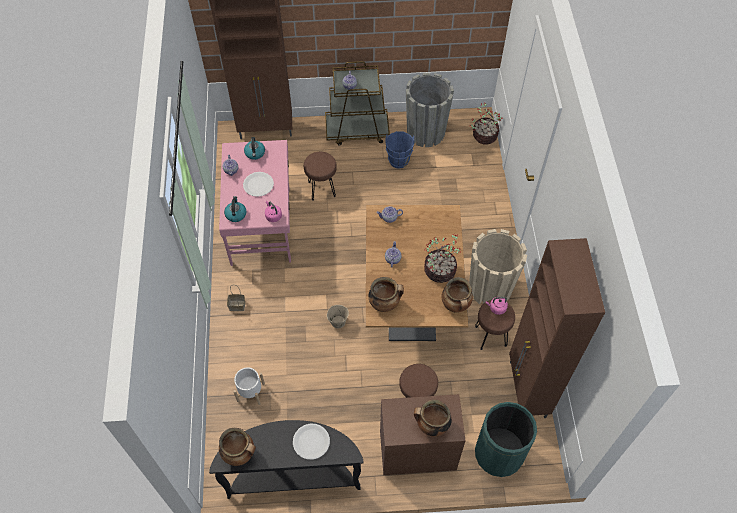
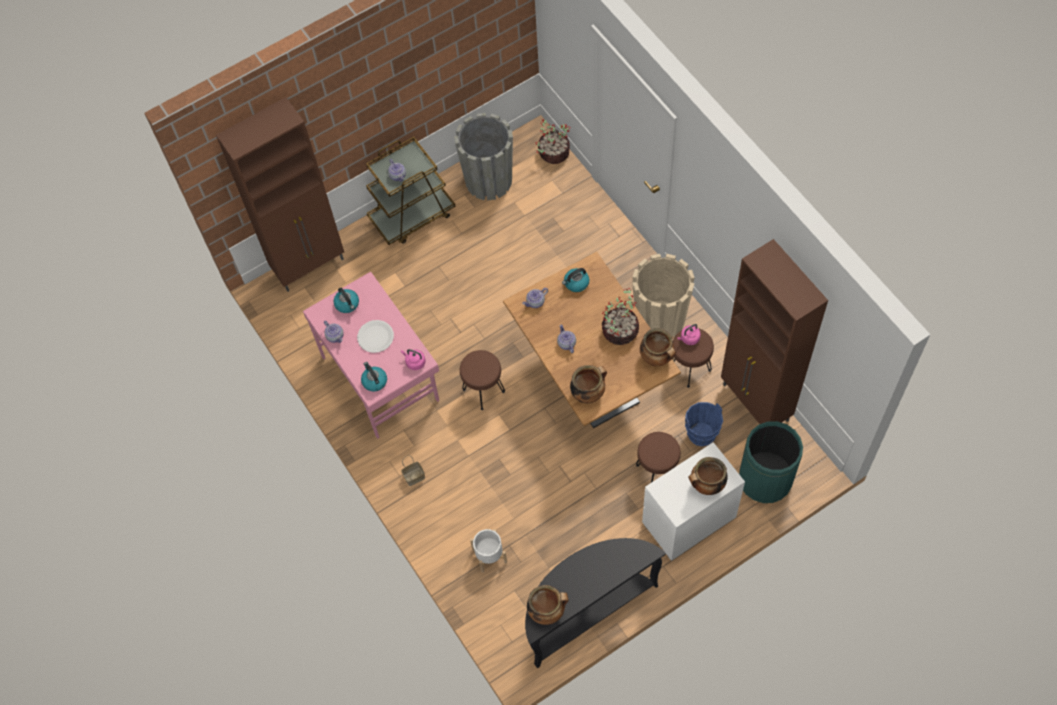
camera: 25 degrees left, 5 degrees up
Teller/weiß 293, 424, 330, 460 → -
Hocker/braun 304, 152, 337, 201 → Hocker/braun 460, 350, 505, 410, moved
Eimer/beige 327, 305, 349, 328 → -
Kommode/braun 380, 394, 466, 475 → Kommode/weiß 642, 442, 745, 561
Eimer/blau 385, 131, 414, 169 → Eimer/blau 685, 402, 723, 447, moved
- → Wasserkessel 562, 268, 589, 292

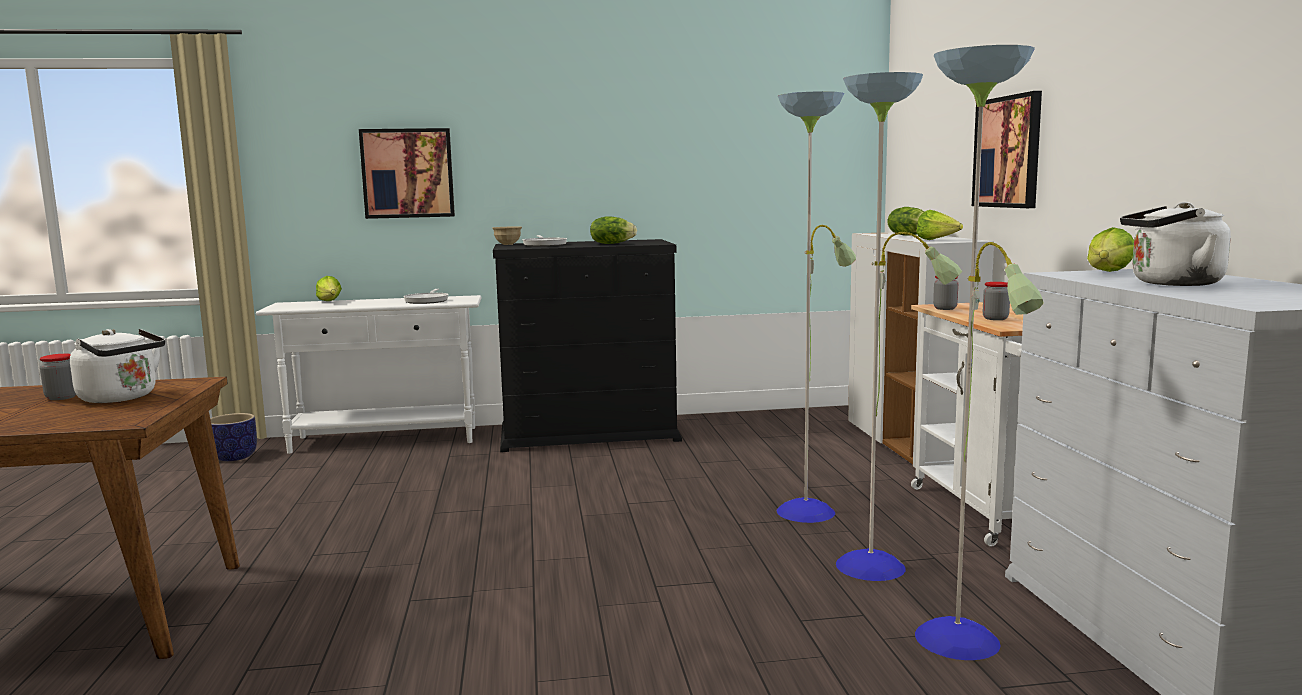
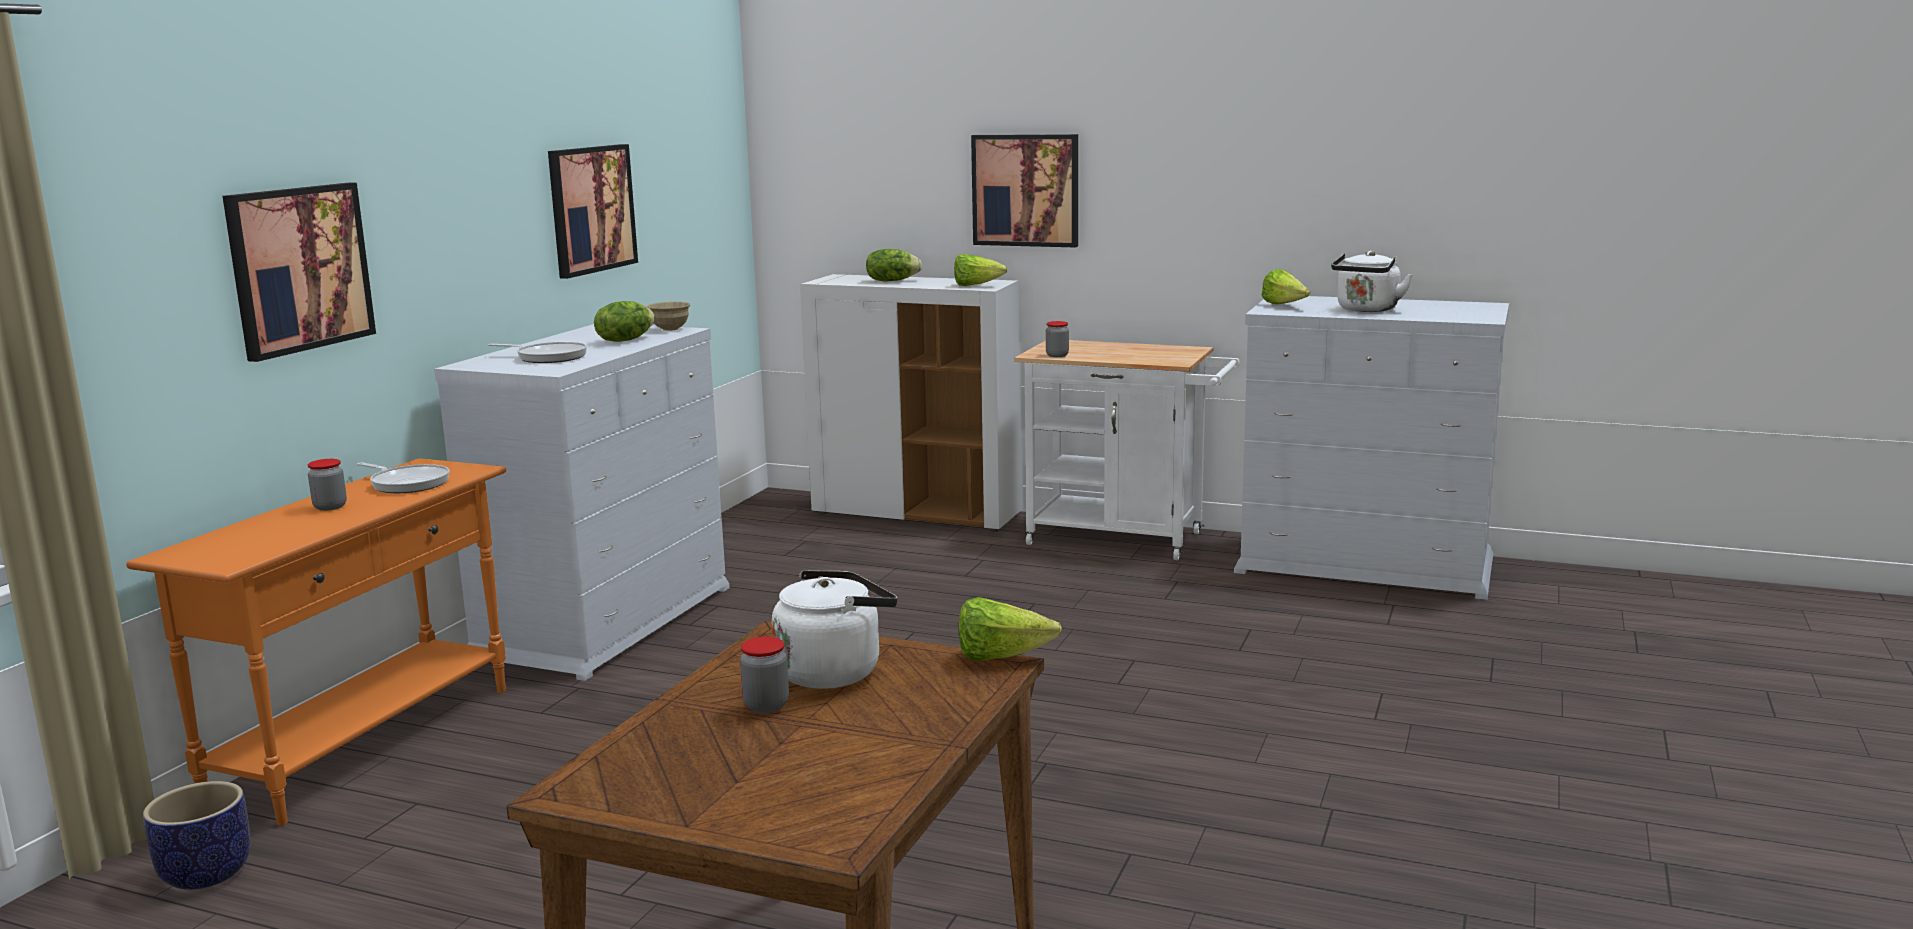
camera: 60 degrees left, 5 degrees up
Konsolentisch/weiß 256, 295, 482, 454 → Konsolentisch/orange 126, 458, 506, 826
Salatkopf 316, 276, 342, 301 → Salatkopf 959, 597, 1062, 661, moved
Schüssel/beige 492, 227, 522, 245 → Schüssel/beige 647, 302, 690, 331, moved
Kommode/schwarz 493, 239, 682, 452 → Kommode/weiß 434, 324, 730, 681
Stehlampe 777, 45, 1044, 660 → -
Vorratsglas 983, 282, 1010, 320 → Vorratsglas 308, 459, 347, 511, moved
- → Bild 548, 144, 638, 279

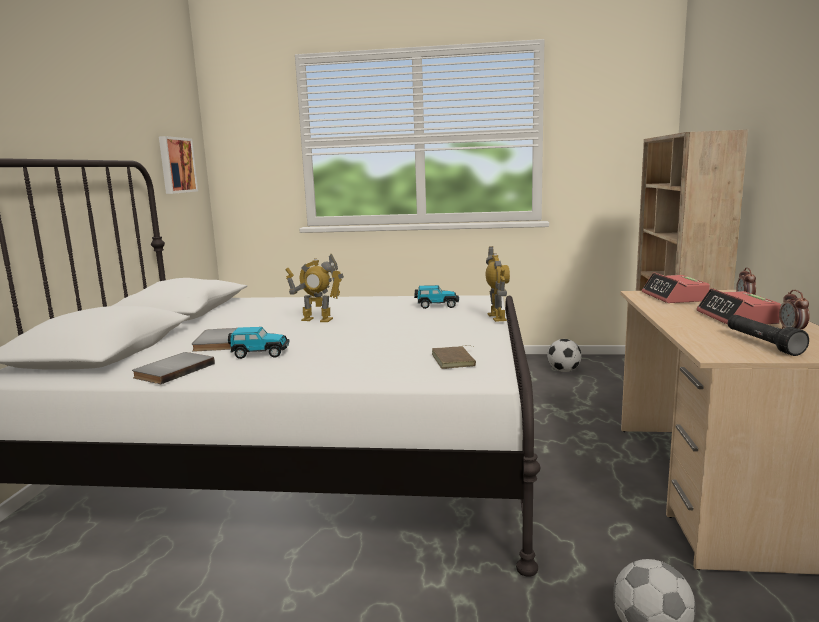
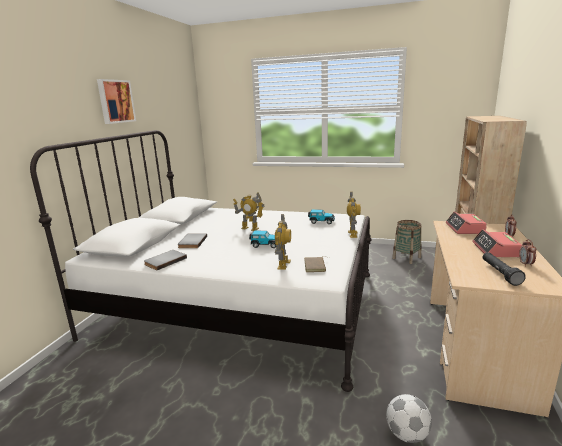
camera: 10 degrees right, 5 degrees up
Bild 159, 136, 198, 194 → Bild 97, 79, 136, 124, moved
Spielzeugauto 228, 327, 289, 359 → Spielzeugauto 249, 231, 276, 248, moved
Fußball 547, 339, 582, 372 → Korb 392, 220, 422, 264
- → Spielzeugroboter 275, 214, 291, 270

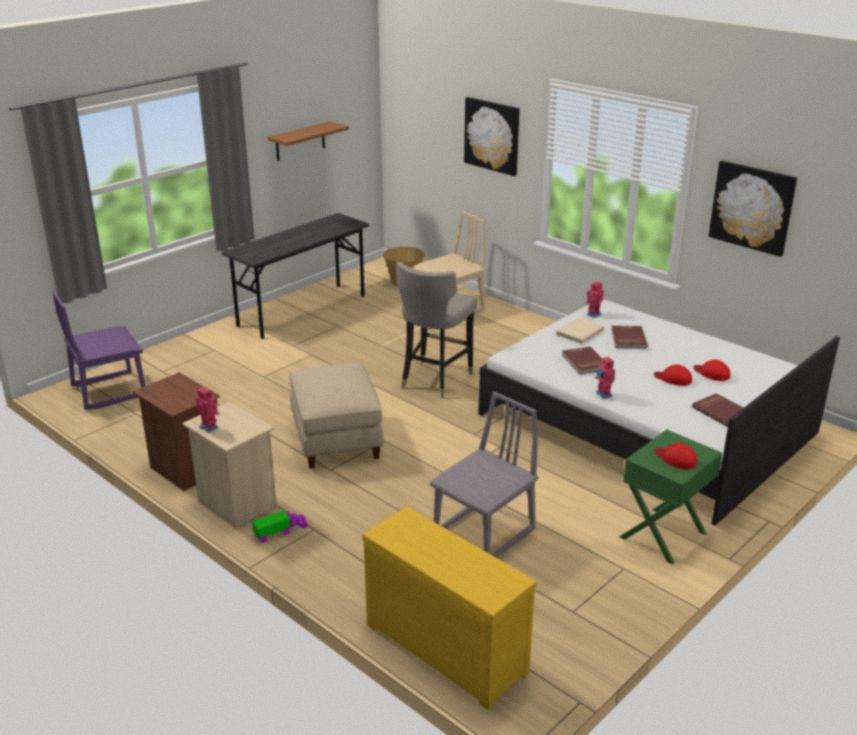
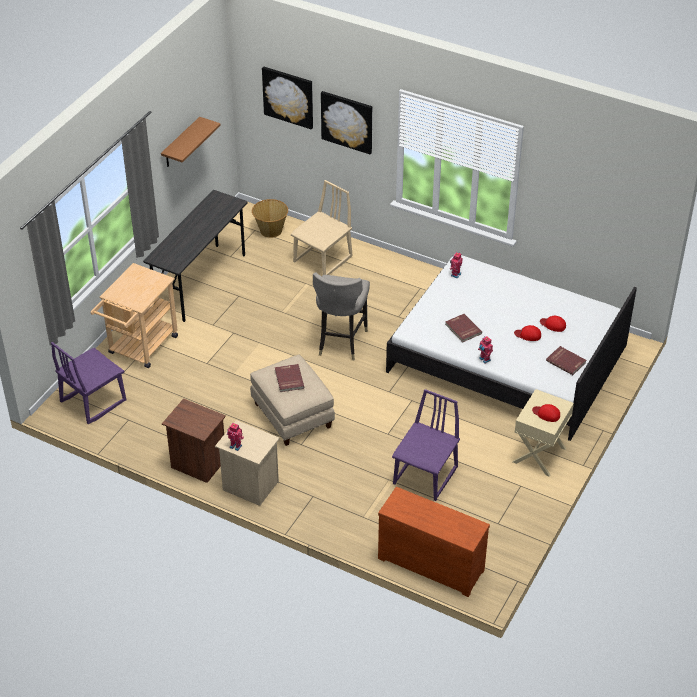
camera: 15 degrees left, 15 degrees up
Spielzeuglaster 252, 510, 308, 543 → -
Kommode/gelb 362, 507, 537, 710 → Kommode/braun 378, 487, 490, 597
Stuhl/grau 430, 392, 538, 558 → Stuhl/lila 392, 389, 460, 501
Buch/beige 556, 318, 604, 344 → -
Buch/rot 611, 325, 647, 349 → Buch/rot 275, 364, 304, 392, moved
Nachttisch/grün 620, 430, 722, 564 → Nachttisch/beige 513, 389, 574, 477
Bild 709, 161, 797, 257 → Bild 262, 66, 313, 129, moved
- → Rollwagen/beige 91, 263, 178, 368

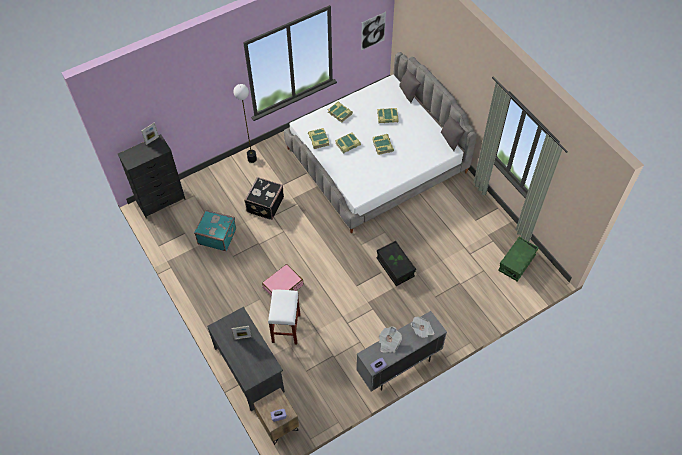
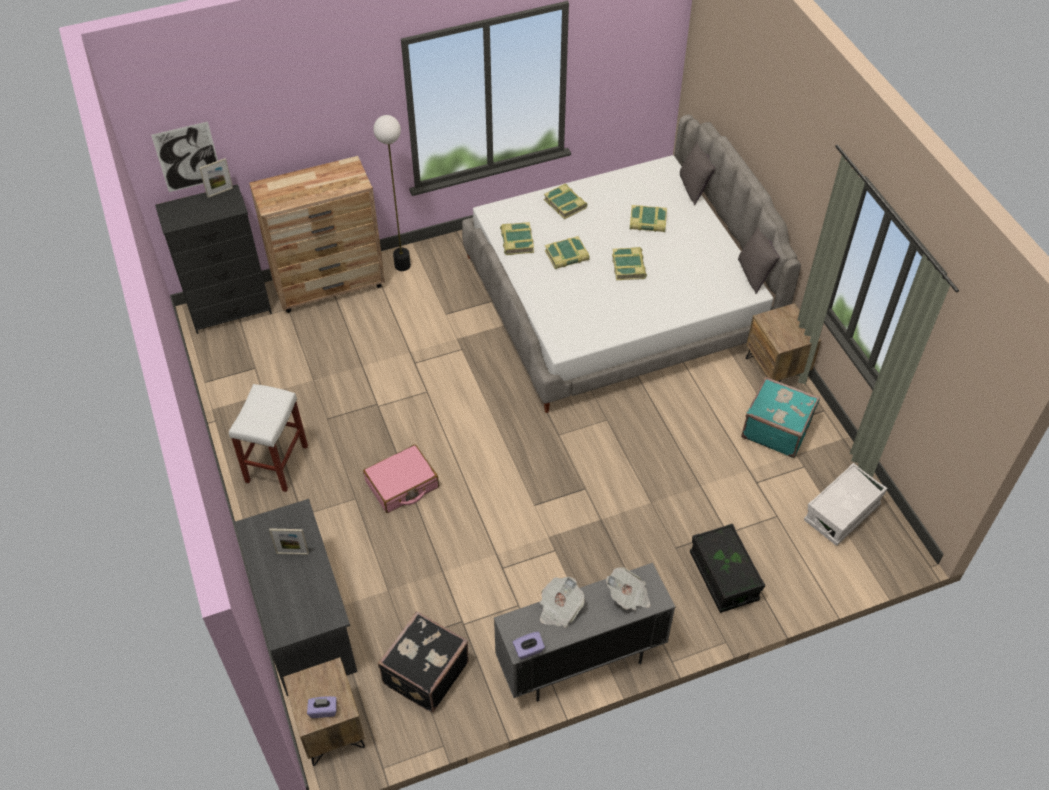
camera: 10 degrees right, 5 degrees down
Koffer/türkis 194, 210, 236, 251 → Koffer/türkis 741, 377, 820, 458, moved
Koffer/schwarz 244, 177, 284, 220 → Koffer/schwarz 378, 611, 469, 713, moved
Hocker/weiß 268, 290, 301, 344 → Hocker/weiß 229, 384, 308, 492, moved
Bild 361, 12, 386, 51 → Bild 151, 122, 218, 192, moved
Aufbewahrungsbox/schwarz 377, 241, 416, 286 → Aufbewahrungsbox/schwarz 690, 524, 765, 613, moved
Aufbewahrungsbox/grün 498, 236, 539, 281 → Aufbewahrungsbox/weiß 804, 463, 887, 546
- → Kommode/braun 249, 156, 385, 313
- → Nachttisch/braun 746, 303, 821, 382

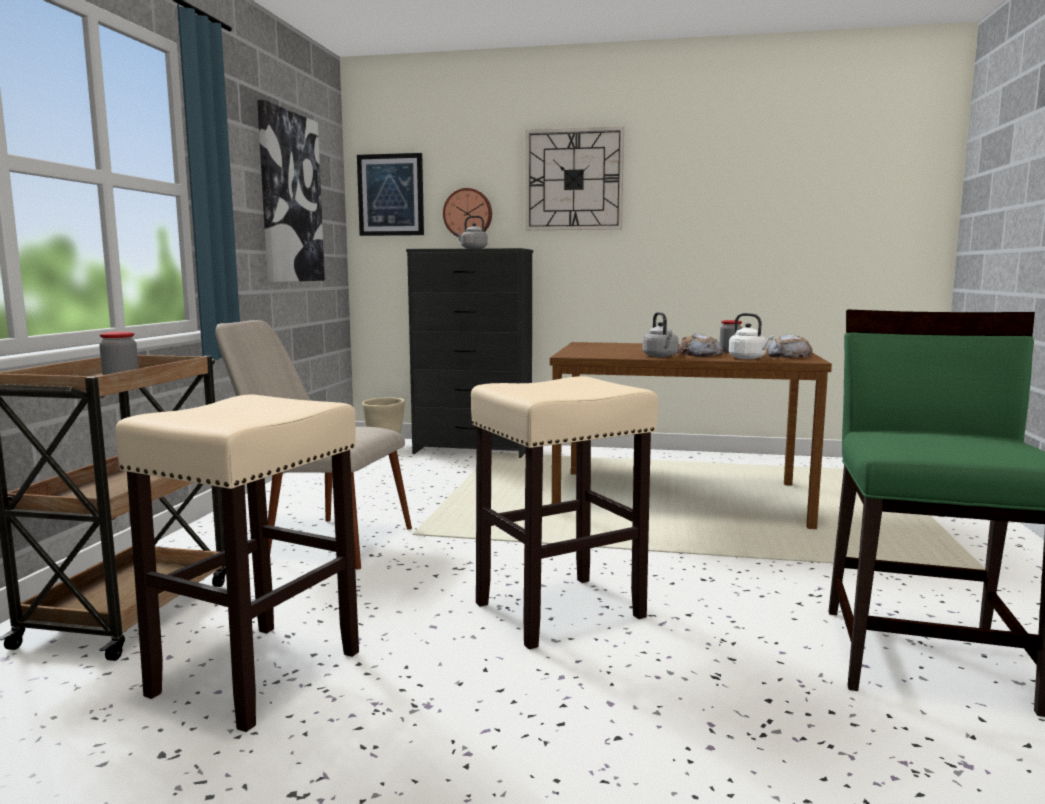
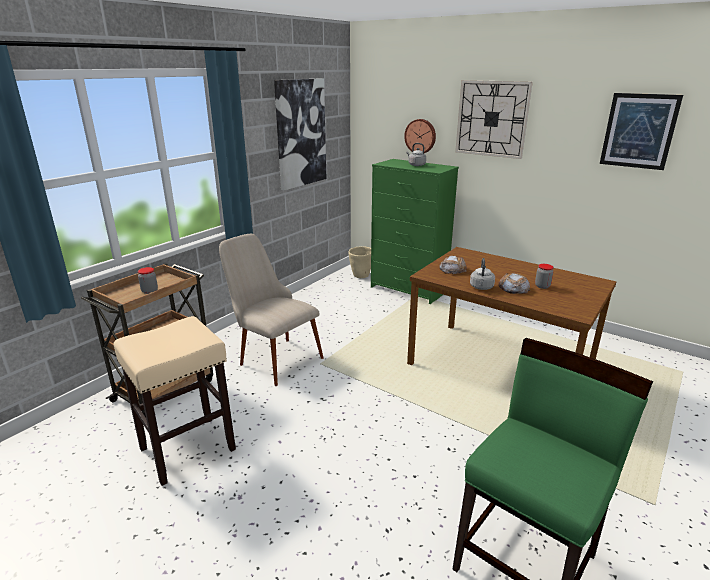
camera: 25 degrees right, 15 degrees up
Bild 357, 153, 424, 236 → Bild 600, 93, 683, 170, moved
Kommode/schwarz 406, 248, 533, 458 → Kommode/grün 371, 159, 459, 304
Hocker/beige 471, 376, 658, 650 → -
Wasserkessel/weiß 729, 313, 774, 359 → -
Brot 768, 334, 813, 358 → Brot 439, 256, 467, 274, moved

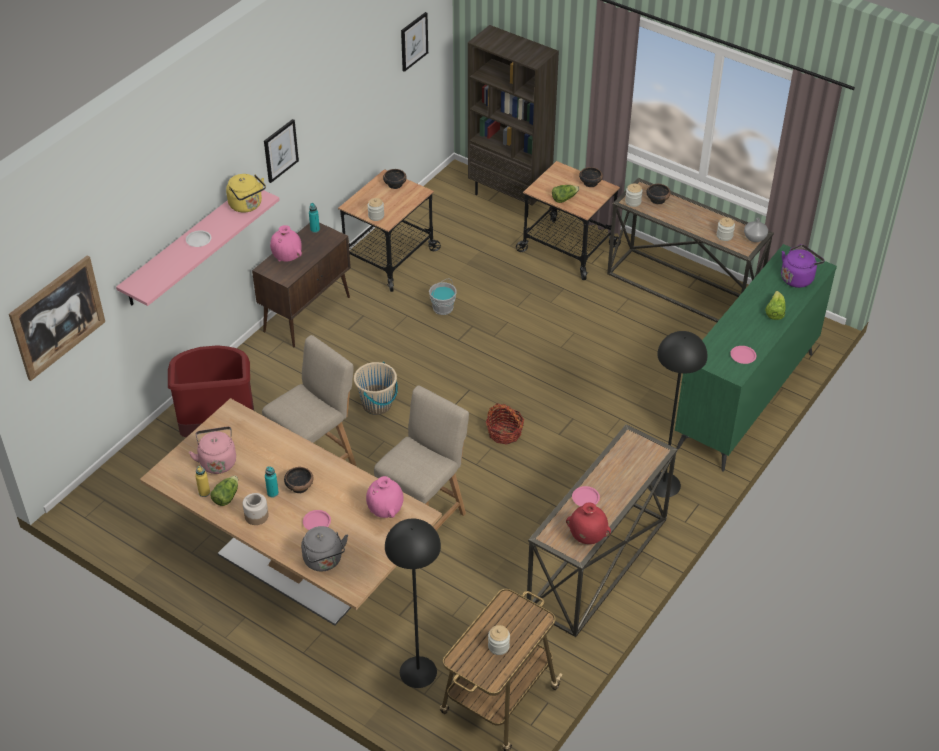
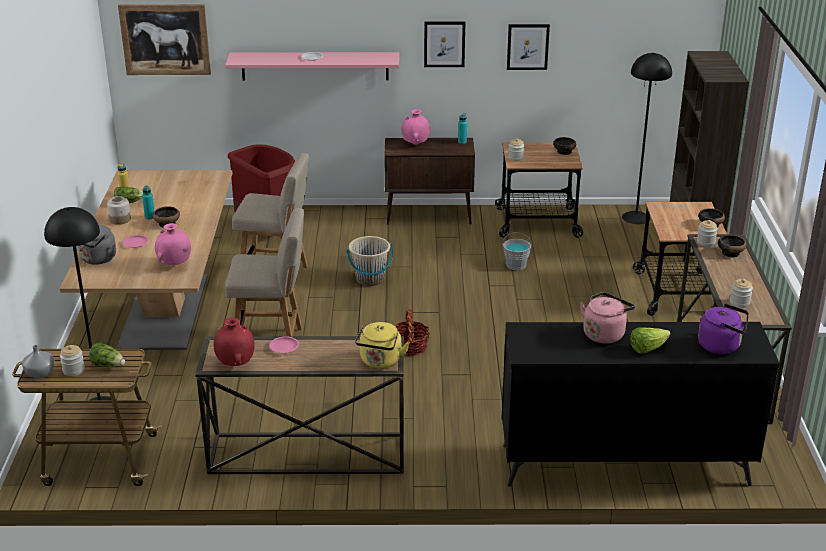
camera: 55 degrees right, 15 degrees down
Wasserkessel/rosa 189, 427, 236, 474 → Wasserkessel/rosa 580, 292, 635, 344, moved
Wasserkessel/gelb 226, 174, 266, 213 → Wasserkessel/gelb 355, 322, 410, 368, moved
Bild 401, 12, 428, 72 → Bild 507, 24, 550, 70, moved
Salatkopf 552, 185, 579, 203 → Salatkopf 89, 343, 125, 367, moved
Stehlampe/schwarz 648, 331, 707, 498 → Stehlampe/schwarz 622, 53, 672, 224, moved
Kommode/grün 675, 244, 837, 471 → Kommode/schwarz 502, 322, 780, 487
Teller/rosa 730, 346, 756, 364 → -
Vase/grau 744, 218, 768, 242 → Vase/grau 22, 345, 55, 378, moved

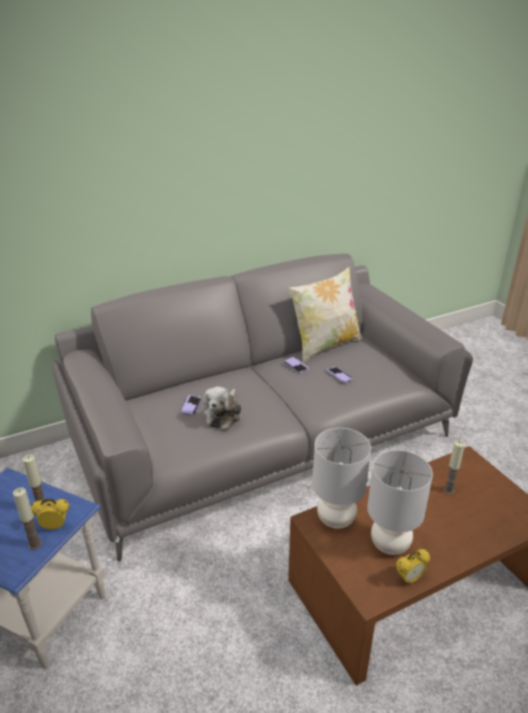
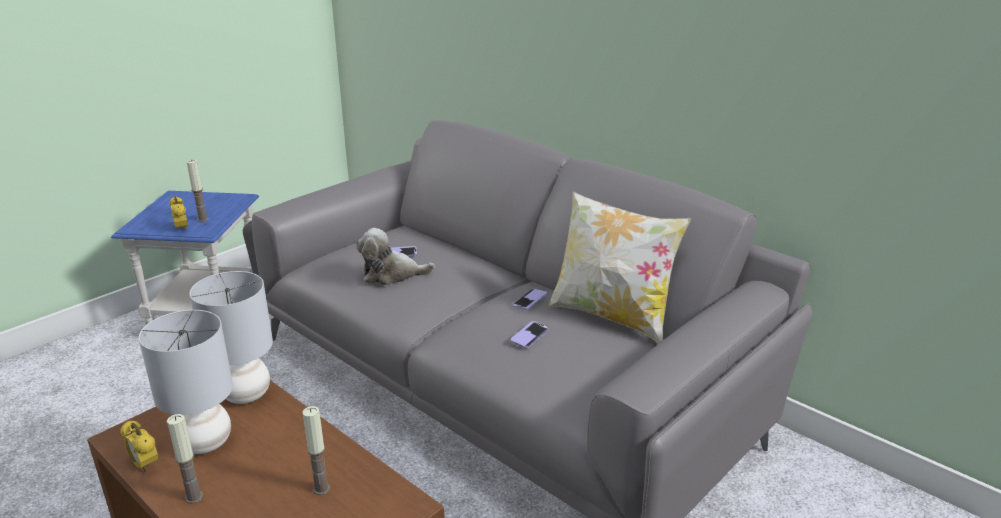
camera: 70 degrees right, 5 degrees down
Kerze 13, 488, 42, 550 → Kerze 167, 414, 203, 504, moved

